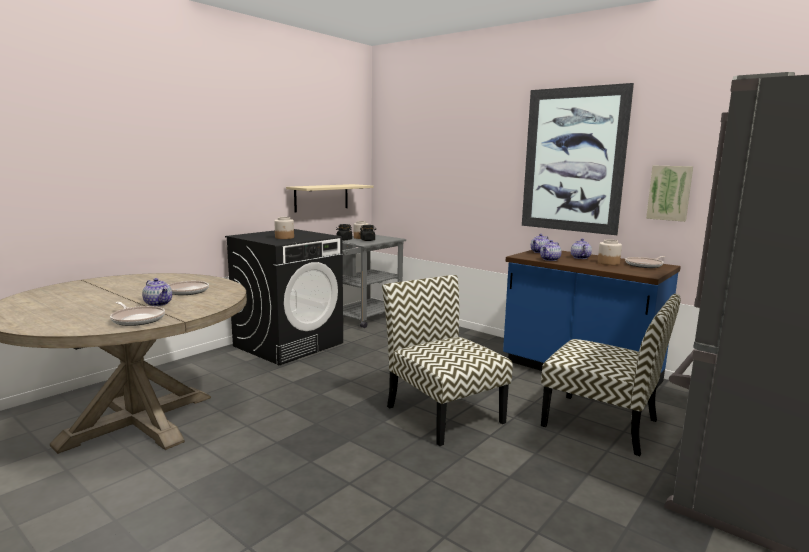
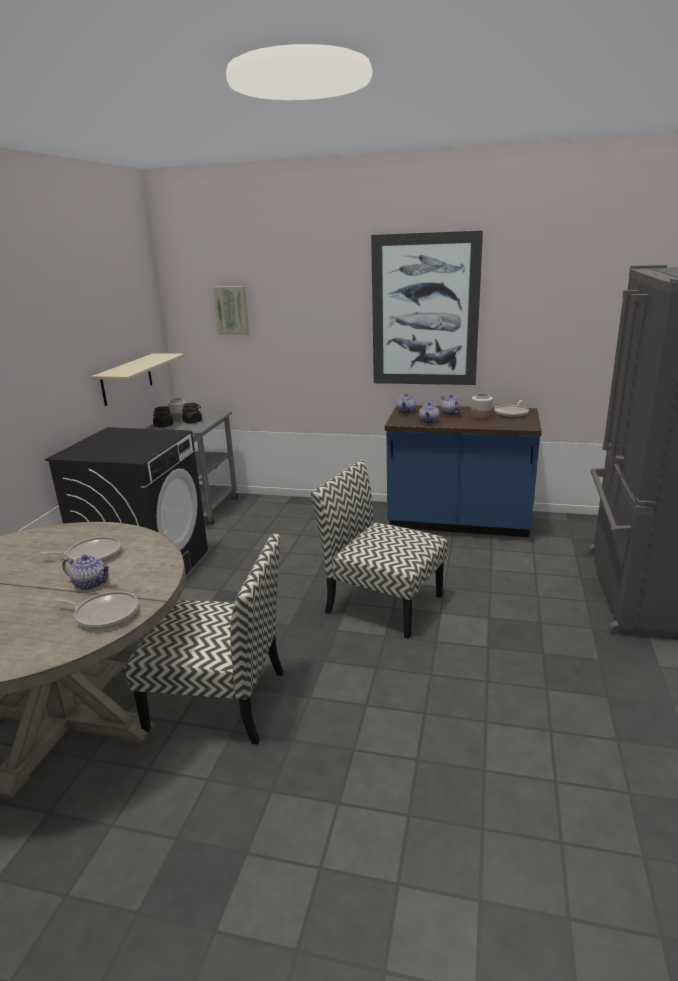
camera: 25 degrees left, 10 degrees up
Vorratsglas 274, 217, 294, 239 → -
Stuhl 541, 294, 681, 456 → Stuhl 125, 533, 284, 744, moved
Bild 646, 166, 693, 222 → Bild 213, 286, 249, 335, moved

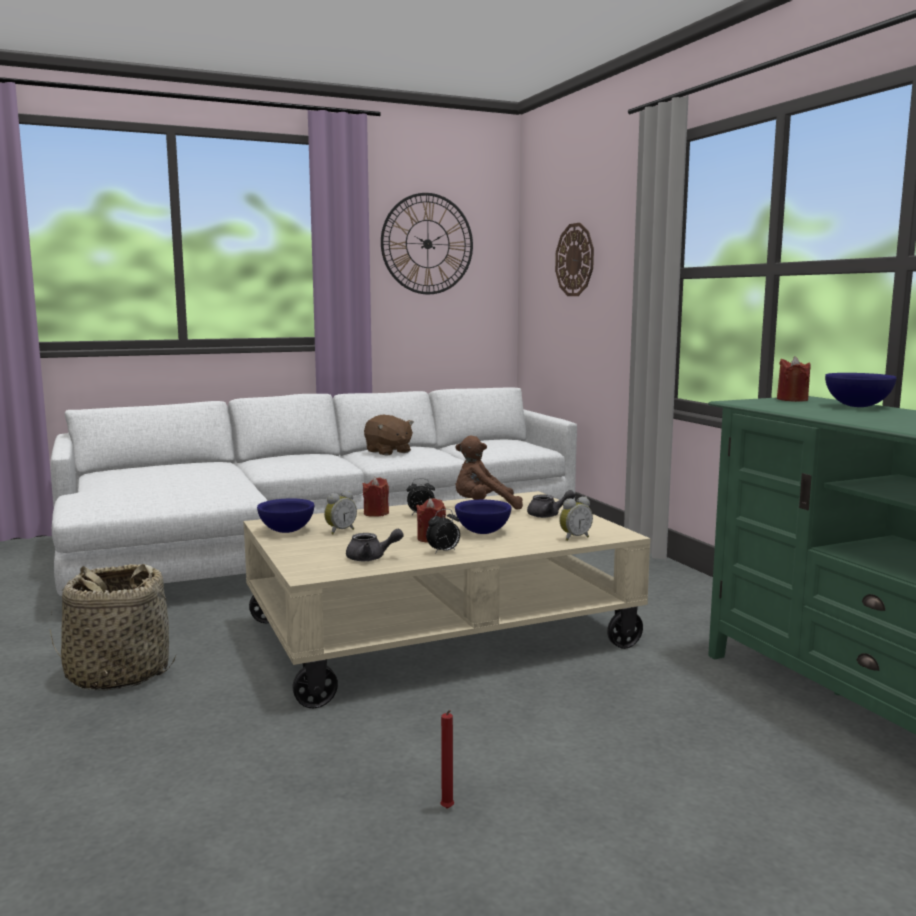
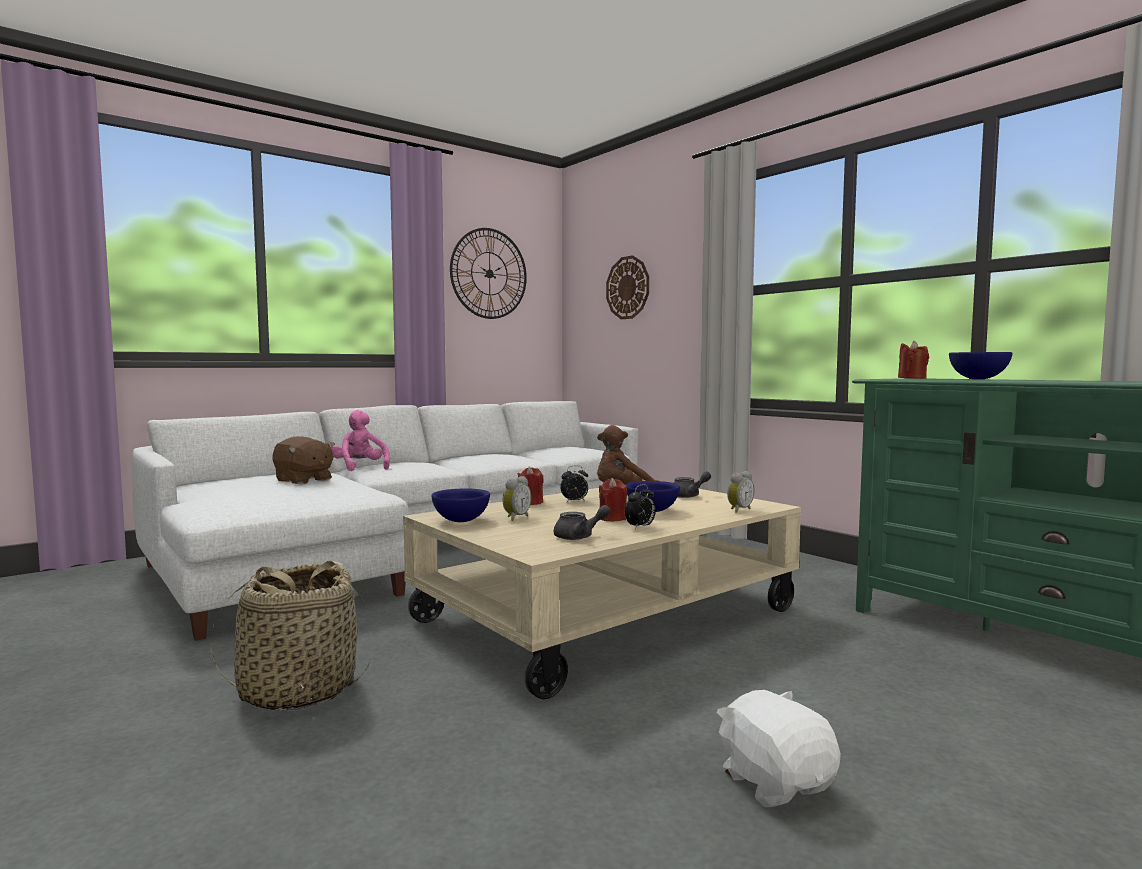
camera: 15 degrees left, 5 degrees down
Plüschtier/braun 364, 415, 414, 456 → Plüschtier/braun 272, 436, 335, 484, moved
Kerze/rot 440, 710, 454, 809 → Plüschtier/weiß 716, 690, 841, 807
- → Plüschtier/rosa 331, 410, 390, 471

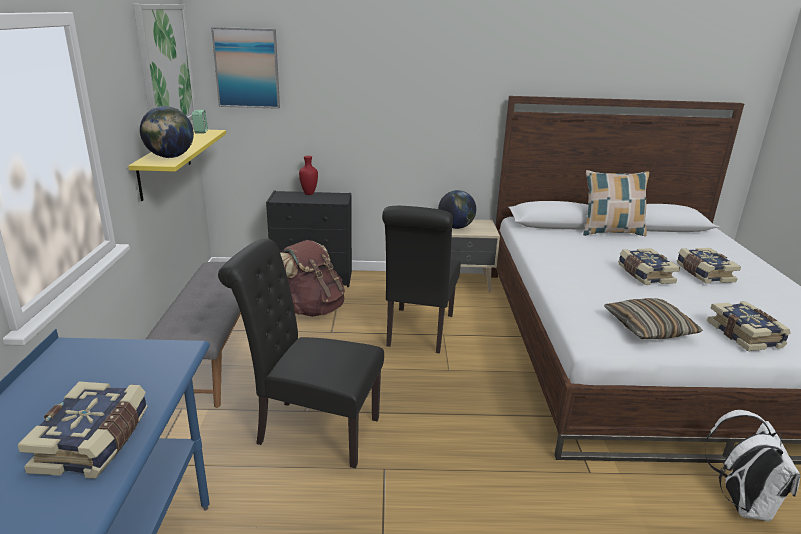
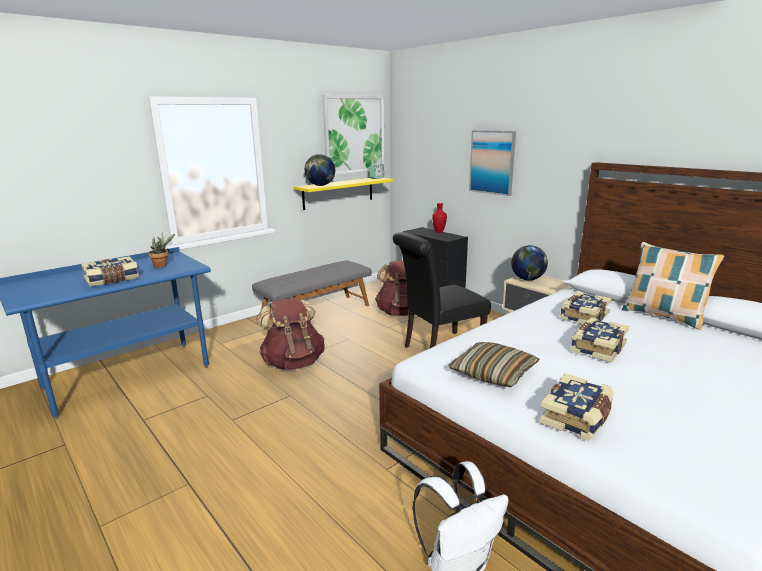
camera: 50 degrees right, 5 degrees down
Bild 211, 27, 280, 109 → Bild 469, 130, 516, 196, moved
Stuhl/schwarz 218, 238, 384, 468 → Rucksack/braun 256, 298, 325, 370
Buch 677, 248, 741, 284 → Buch 560, 292, 611, 325, moved
- → Topfpflanze 148, 233, 175, 268

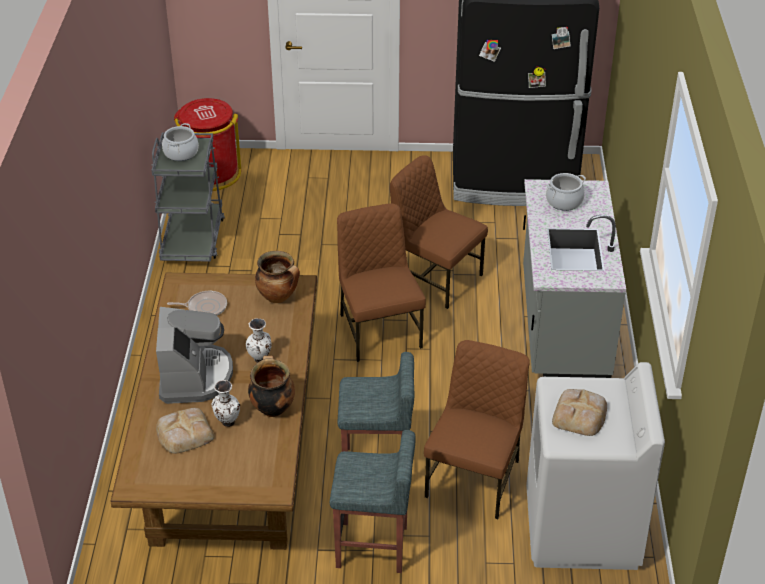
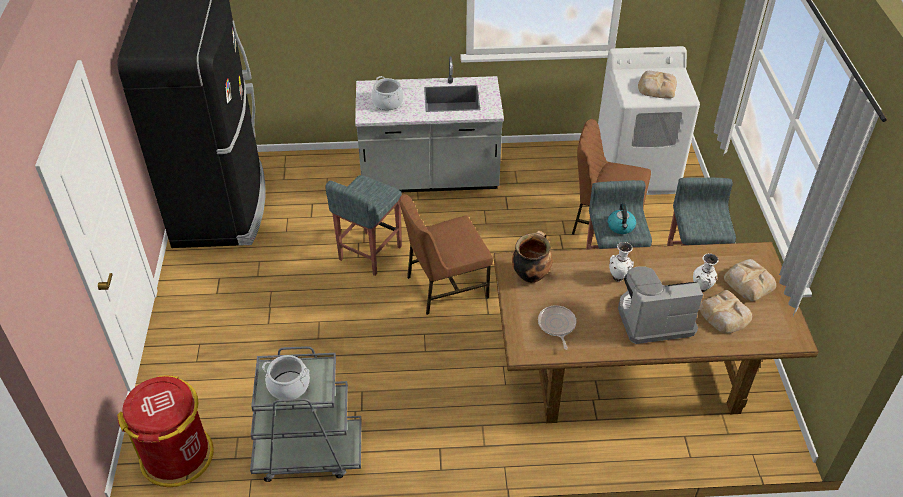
camera: 95 degrees left, 5 degrees up
Kochtopf 248, 356, 295, 417 → -
Stuhl/braun 390, 155, 488, 309 → Hocker/grau 325, 175, 402, 276
- → Wasserkessel 608, 203, 636, 234
- → Brot 724, 259, 776, 301

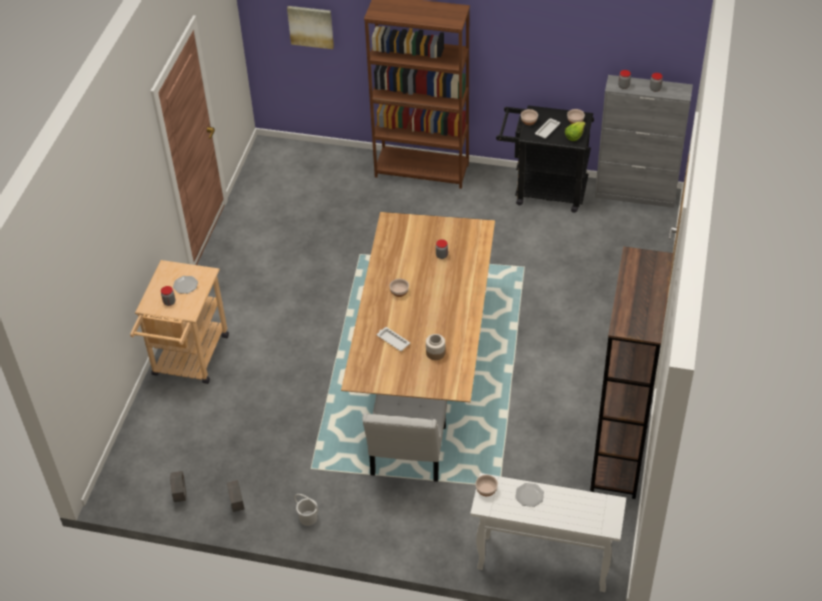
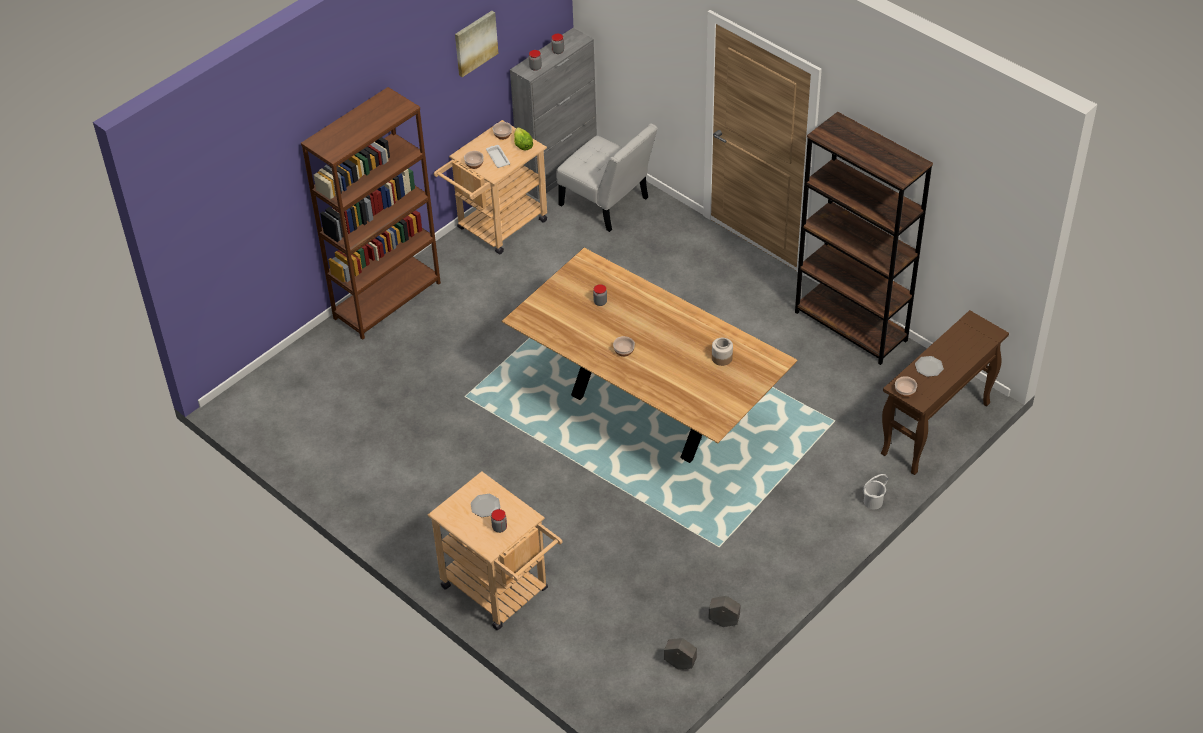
camera: 60 degrees left, 0 degrees up
Bild 287, 6, 334, 49 → Bild 455, 11, 498, 77, moved
Eimer/weiß 294, 494, 318, 526 → Eimer/weiß 863, 474, 888, 509, moved
Stuhl/weiß 362, 394, 447, 482 → Stuhl/weiß 557, 123, 658, 232, moved
Tablett/weiß 377, 327, 410, 351 → -
Konsolentisch/weiß 470, 473, 626, 592 → Konsolentisch/braun 881, 310, 1009, 475
Rollwagen/schwarz 496, 105, 594, 213 → Rollwagen/beige 434, 120, 547, 254

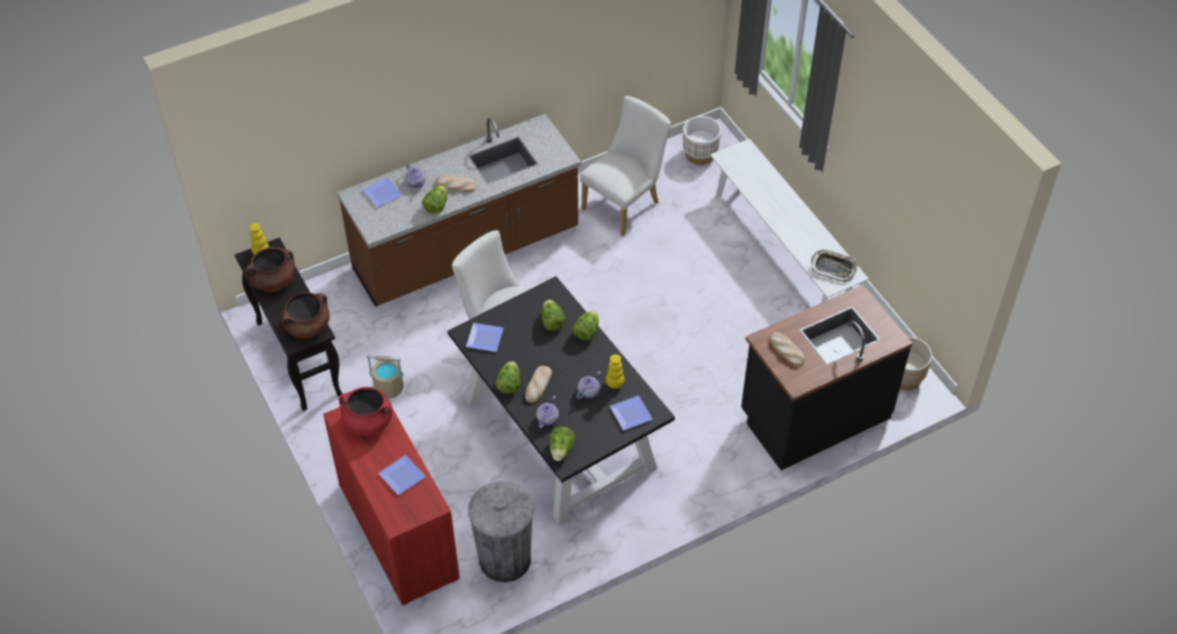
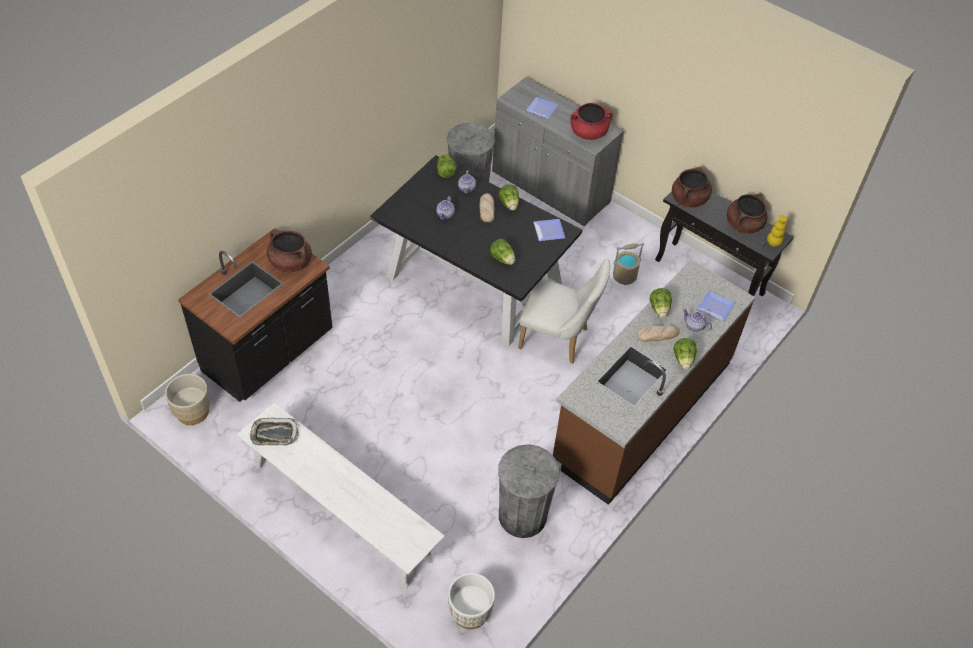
camera: 155 degrees right, 0 degrees up
Schrank/rot 323, 389, 460, 606 → Schrank/grau 492, 77, 624, 226
Salatkopf 572, 311, 599, 340 → Salatkopf 674, 338, 697, 369, moved
Stuhl/weiß 580, 96, 671, 236 → Mülleimer/grau 498, 444, 560, 538
Vase/gelb 606, 354, 625, 389 → -
Teller 610, 395, 653, 431 → -
Brot 770, 332, 805, 366 → Kochtopf/braun 267, 230, 312, 272

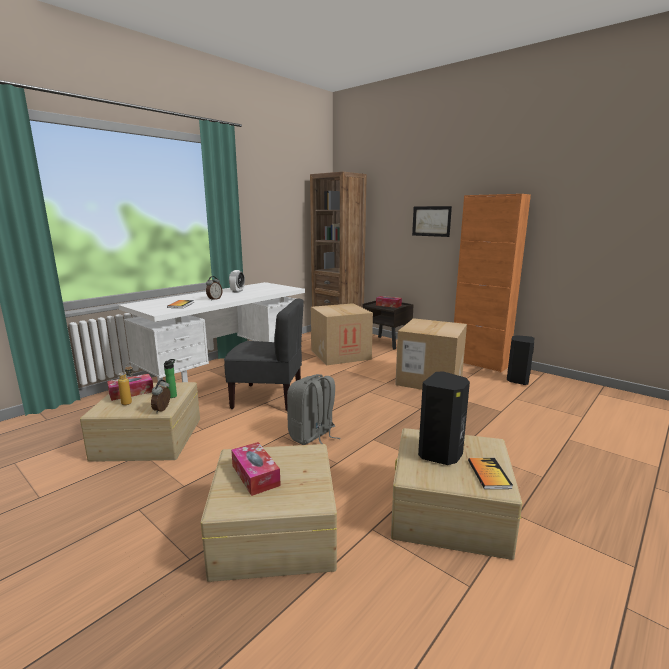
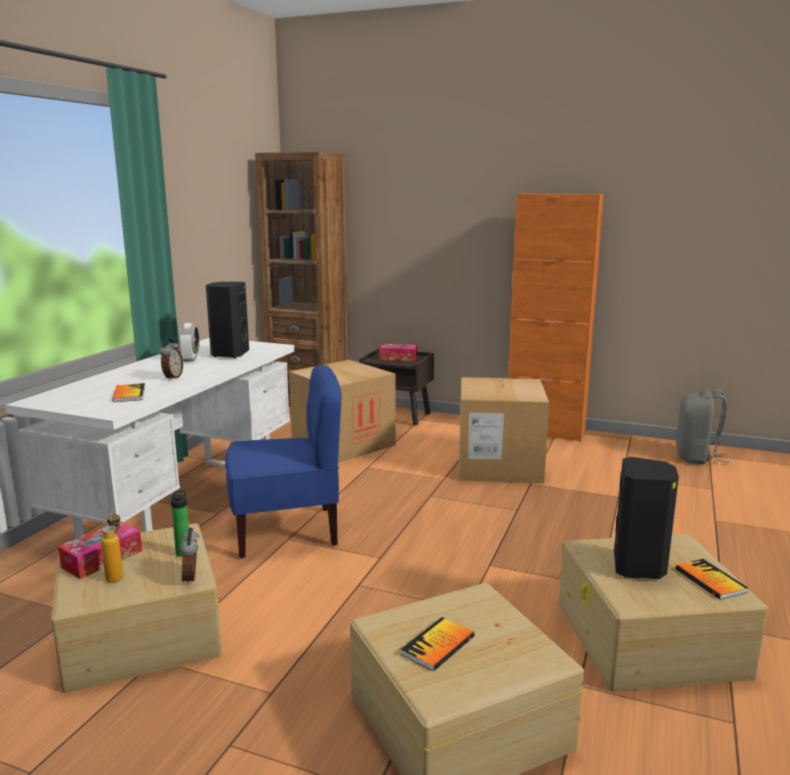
camera: 20 degrees left, 0 degrees up
Stuhl/grau 224, 299, 304, 411 → Stuhl/blau 225, 365, 342, 558
Taschentuchbox 231, 442, 281, 496 → Buch 401, 617, 475, 671
Rucksack/grau 287, 374, 341, 445 → Rucksack/grau 676, 389, 729, 464, moved
Bild 412, 206, 452, 237 → -
Lautsprecher/schwarz 507, 335, 534, 385 → Lautsprecher/schwarz 206, 282, 249, 358, moved

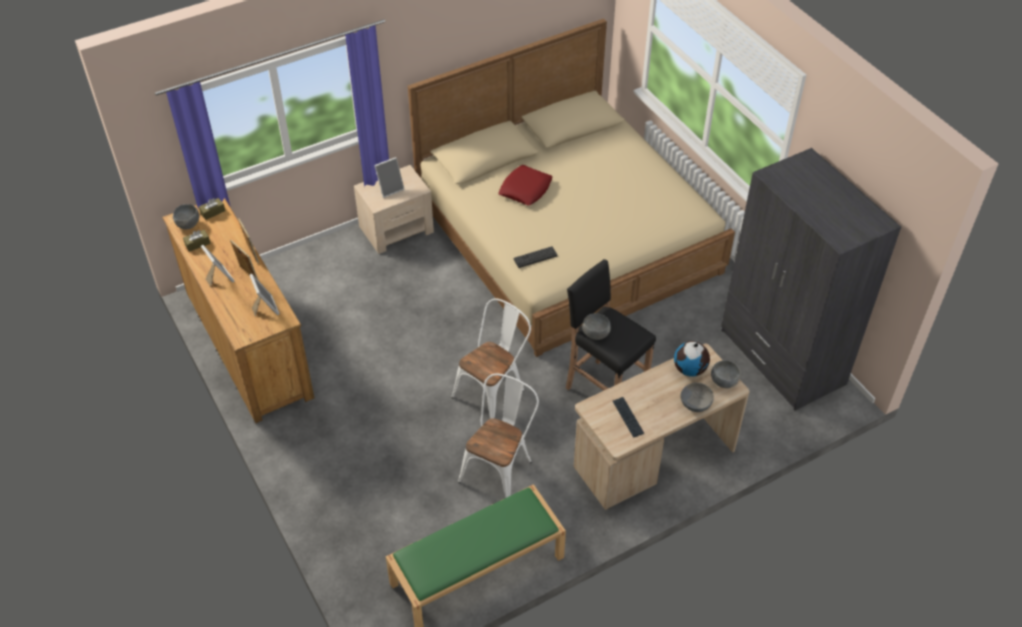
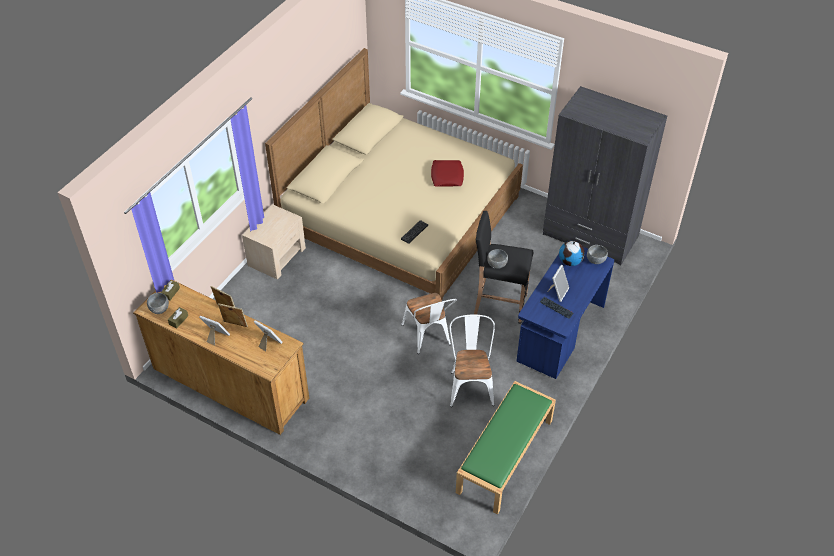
camera: 30 degrees left, 0 degrees up
Bilderrahmen 374, 157, 405, 198 → Bilderrahmen 548, 265, 569, 302, moved
Stuhl/weiß 451, 298, 531, 419 → Stuhl/weiß 401, 293, 457, 354, 150 degrees clockwise
Kissen/rot 498, 165, 553, 206 → Kissen/rot 431, 160, 464, 187, moved
Schreibtisch/beige 574, 344, 750, 510 → Schreibtisch/blau 517, 241, 614, 379
Schüssel/grau 681, 383, 714, 412 → -

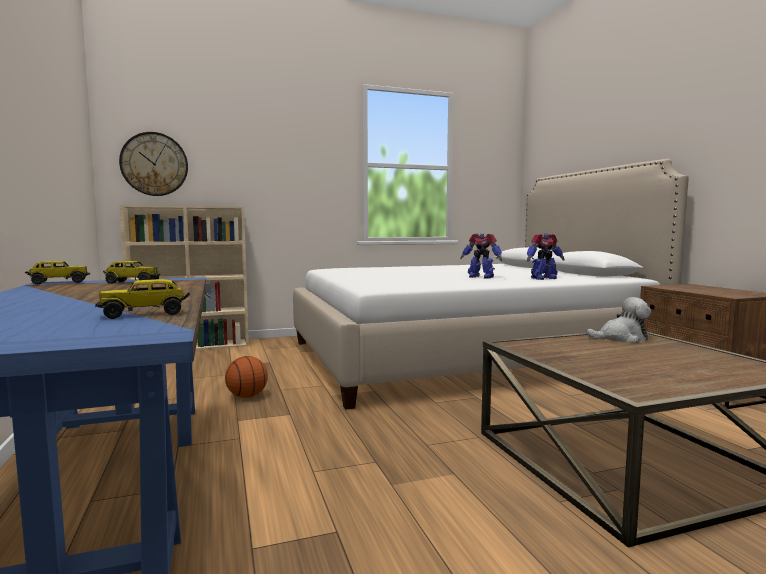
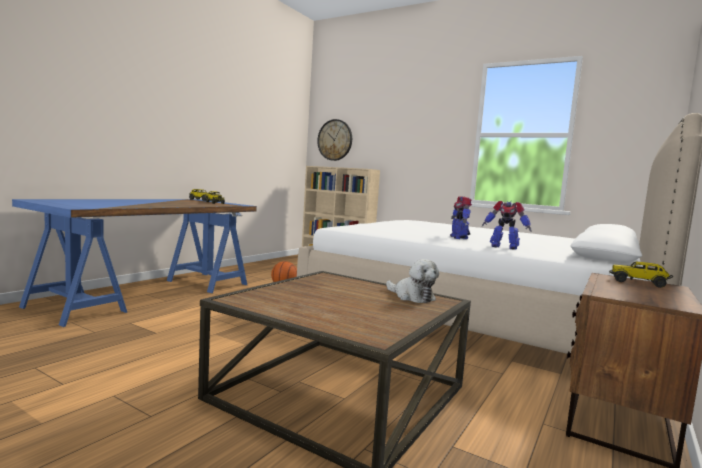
camera: 50 degrees right, 0 degrees up
Spielzeuglaster 95, 279, 190, 319 → Spielzeuglaster 609, 262, 673, 288, moved

